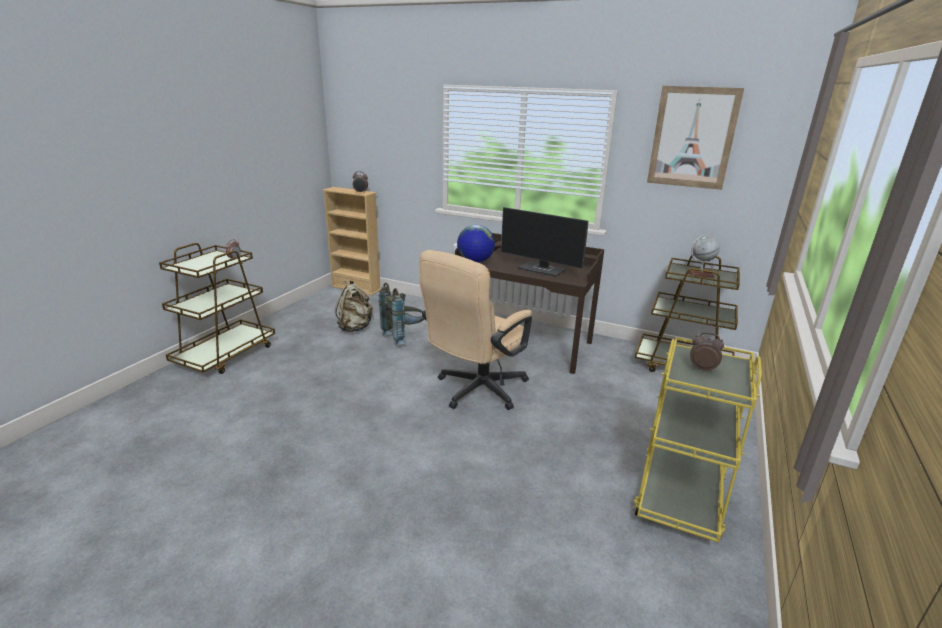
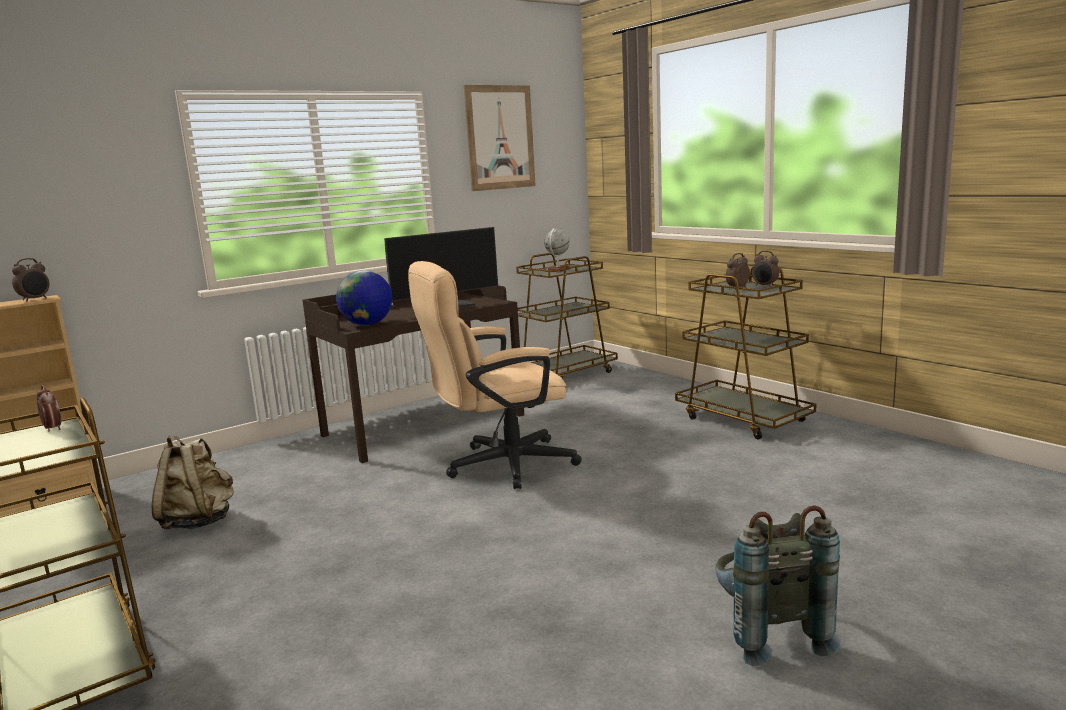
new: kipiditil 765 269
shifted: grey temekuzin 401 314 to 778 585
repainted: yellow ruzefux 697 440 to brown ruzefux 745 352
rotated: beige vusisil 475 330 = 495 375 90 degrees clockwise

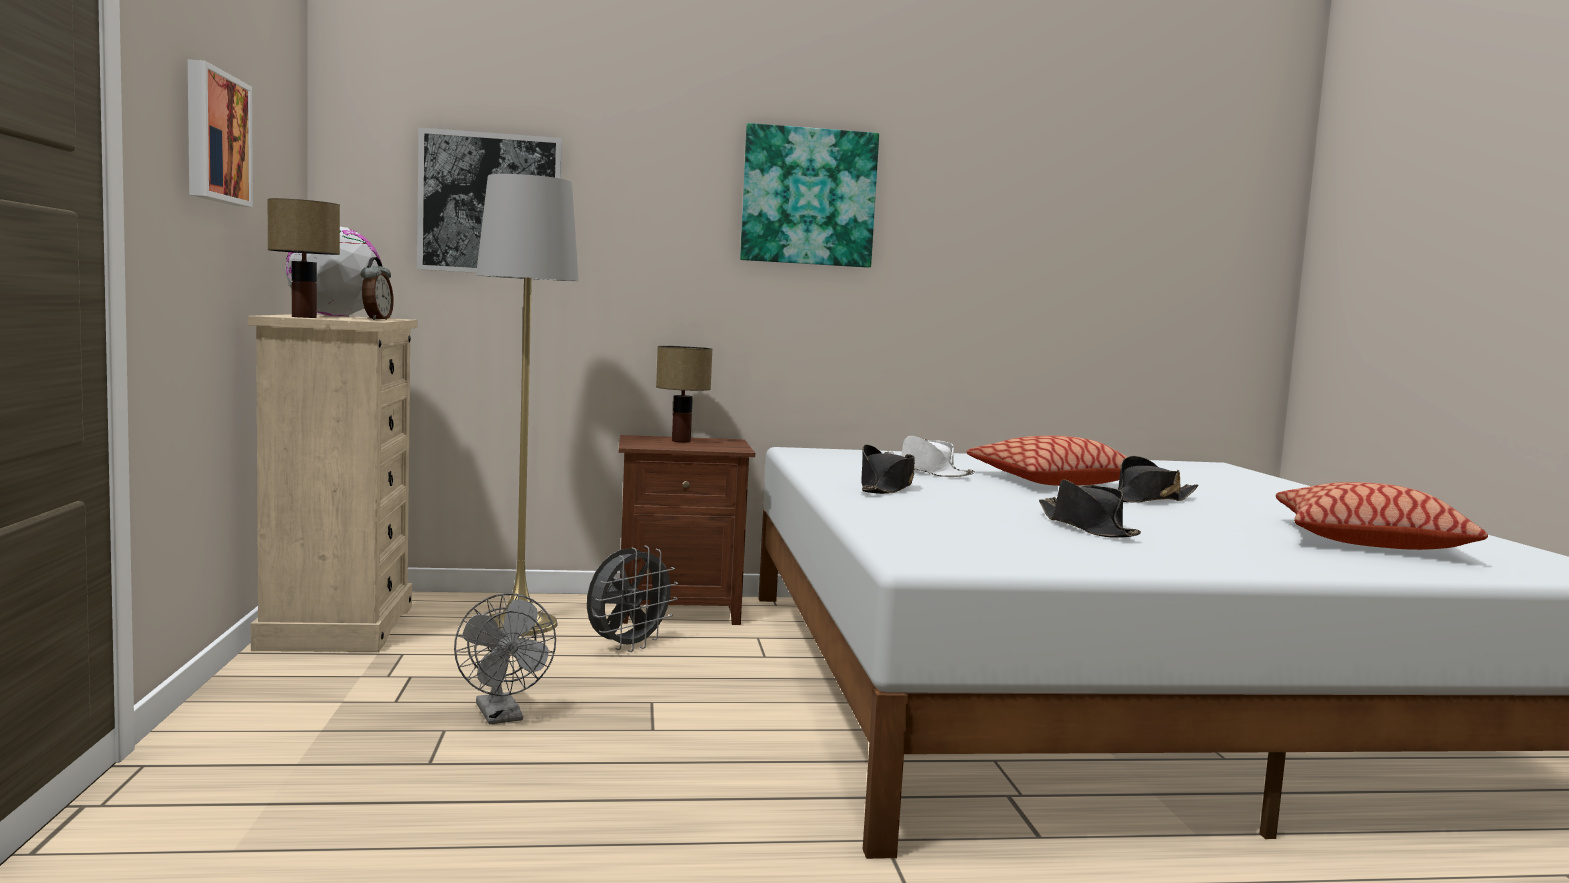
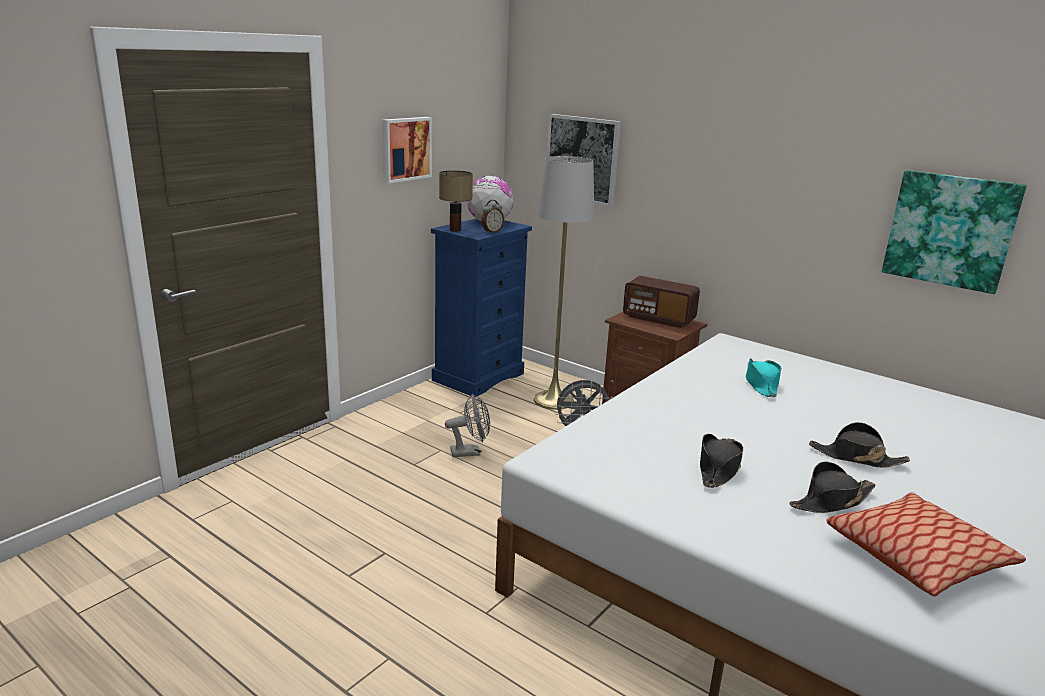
gone: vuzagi 1047 461
shifted: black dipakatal 888 469 to 832 487; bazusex 809 195 to 954 232
swapped: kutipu 684 394 to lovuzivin 661 302
repainted: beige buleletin 332 483 to blue buleletin 481 308; white dipakatal 929 456 to turquoise dipakatal 763 377
rotated: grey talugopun 505 658 = 467 425 120 degrees counterclockwise

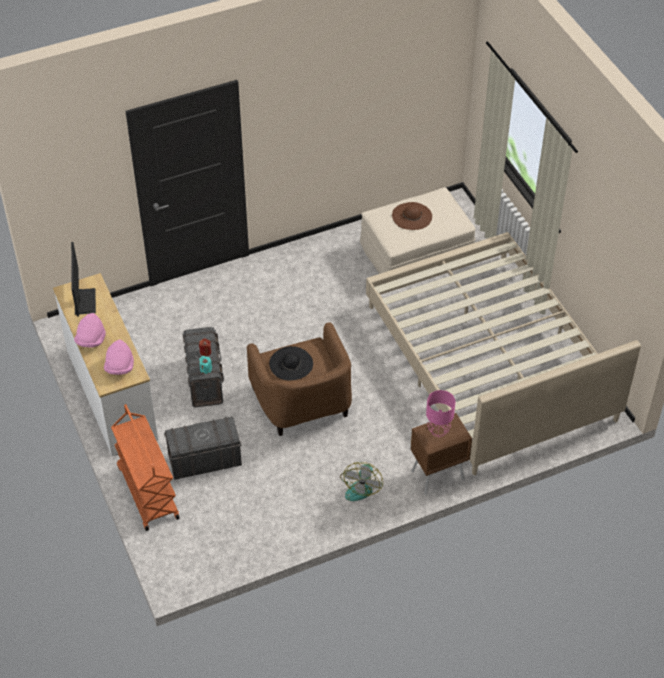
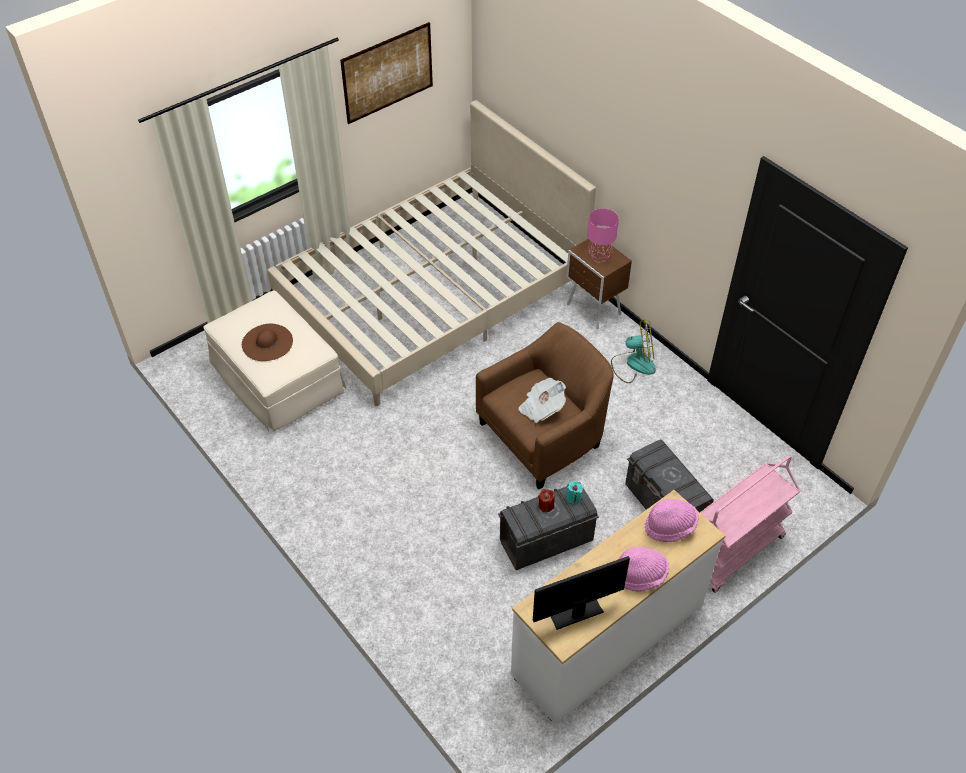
new: bazusex 386 73
swapped: black dipakatal 291 363 to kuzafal 542 400
repainted: orange ruzefux 145 467 to pink ruzefux 750 524

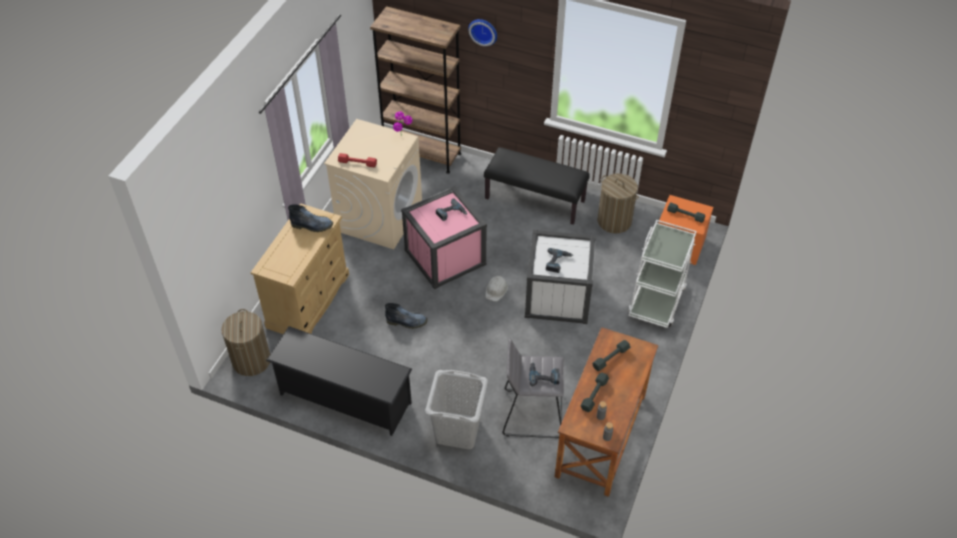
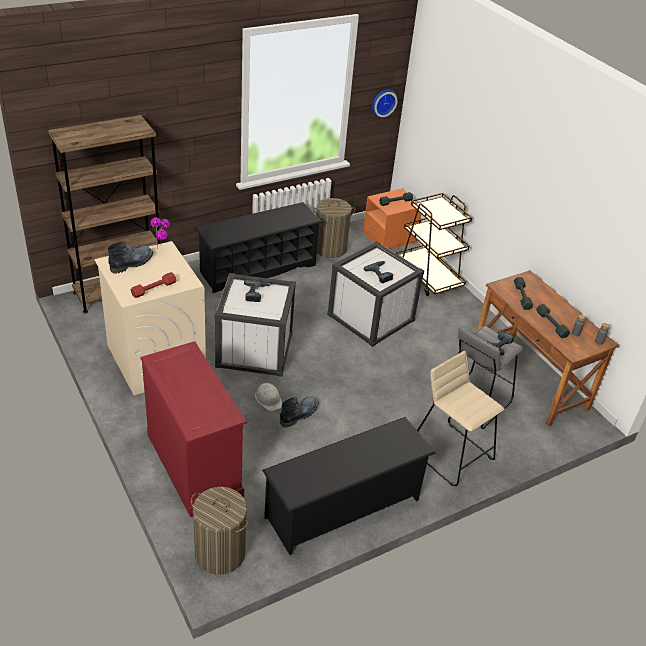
shifted: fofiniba 310 218 to 131 257; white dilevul 497 289 to 268 397; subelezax 482 32 to 384 104
swapped: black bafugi 537 186 to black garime 258 247; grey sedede 456 409 to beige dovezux 460 418
repainted: beige buleletin 300 268 to red buleletin 193 429; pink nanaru 444 237 to white nanaru 255 325; white ruzefux 662 274 to brown ruzefux 434 244

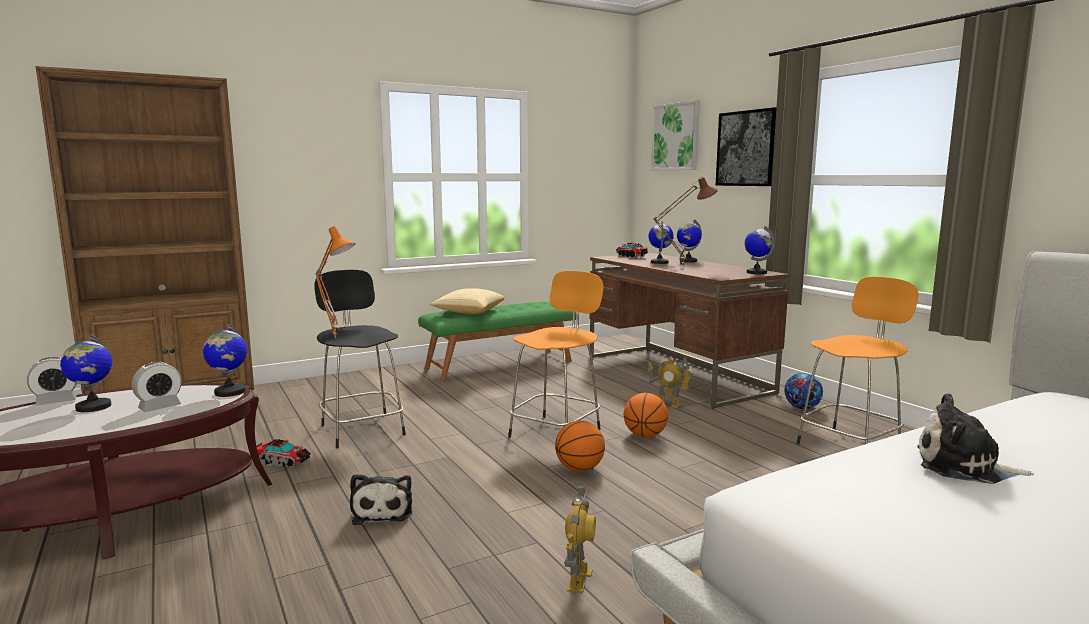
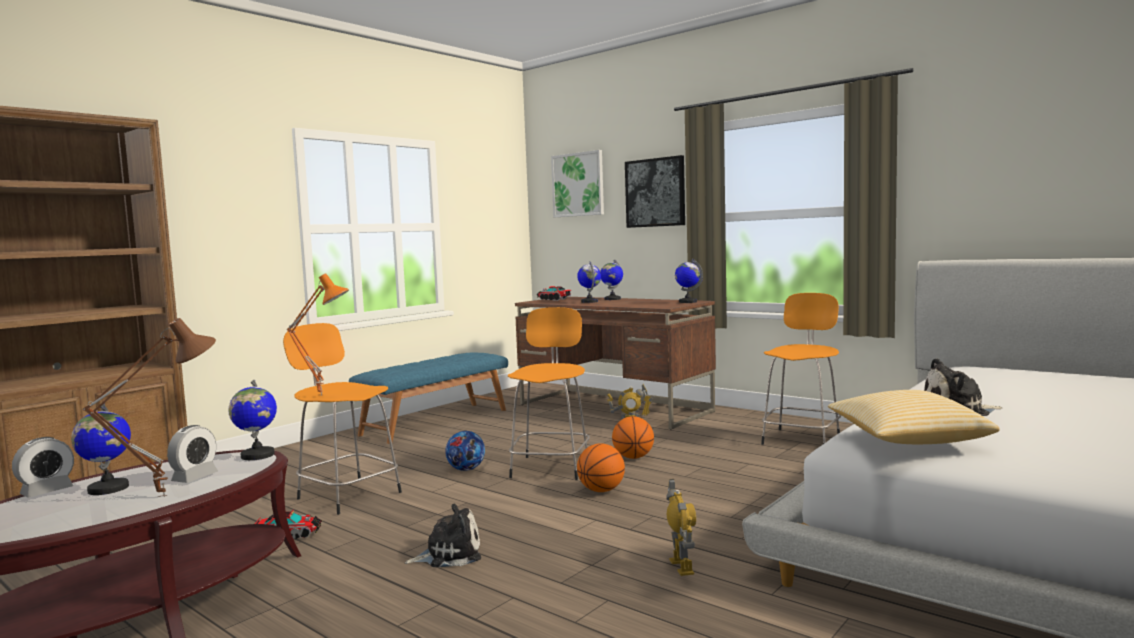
shifted: brown kutipu 685 221 to 149 407; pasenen 803 391 to 465 451; vuzagi 467 301 to 914 417
repainted: black dovezux 360 359 to orange dovezux 342 419; green bafugi 497 342 to blue bafugi 428 398
rotated: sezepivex 381 499 = 443 535 75 degrees counterclockwise

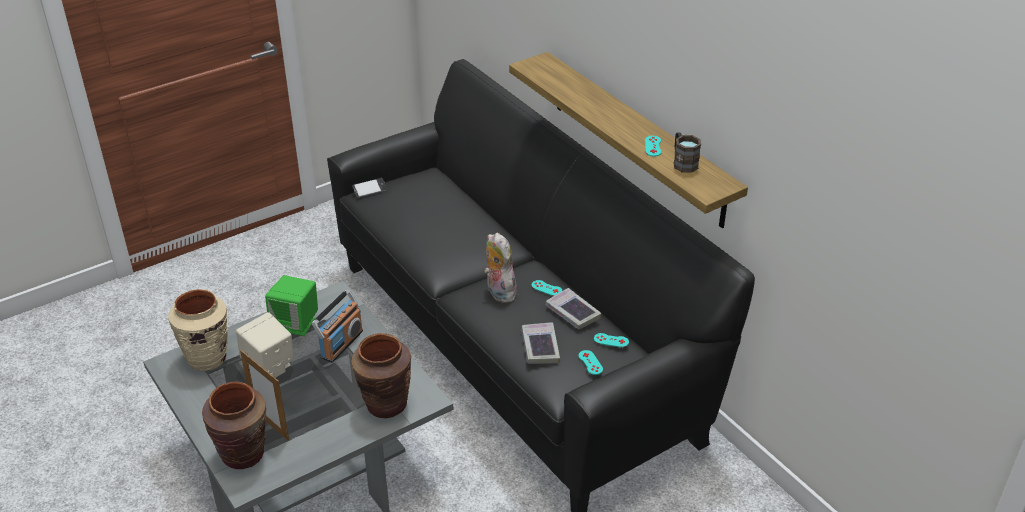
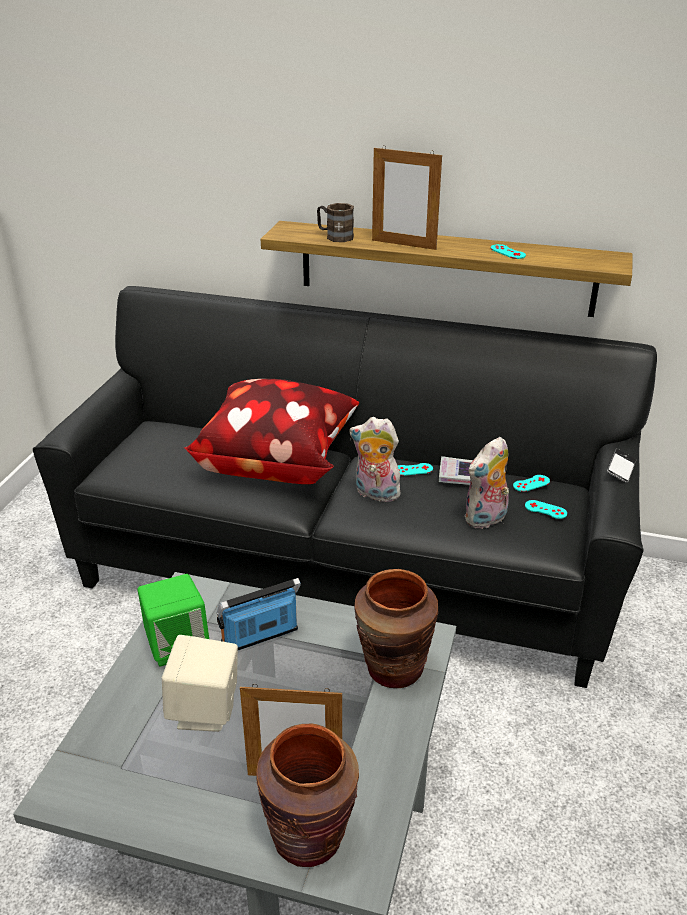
gone: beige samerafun 198 330
new: vuzagi 271 431; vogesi 407 197
shifted: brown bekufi 687 152 to 335 222; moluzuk 369 188 to 621 466
swapped: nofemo 540 343 to sezepivex 486 483
rotated: lovuzivin 337 326 = 259 614 105 degrees counterclockwise

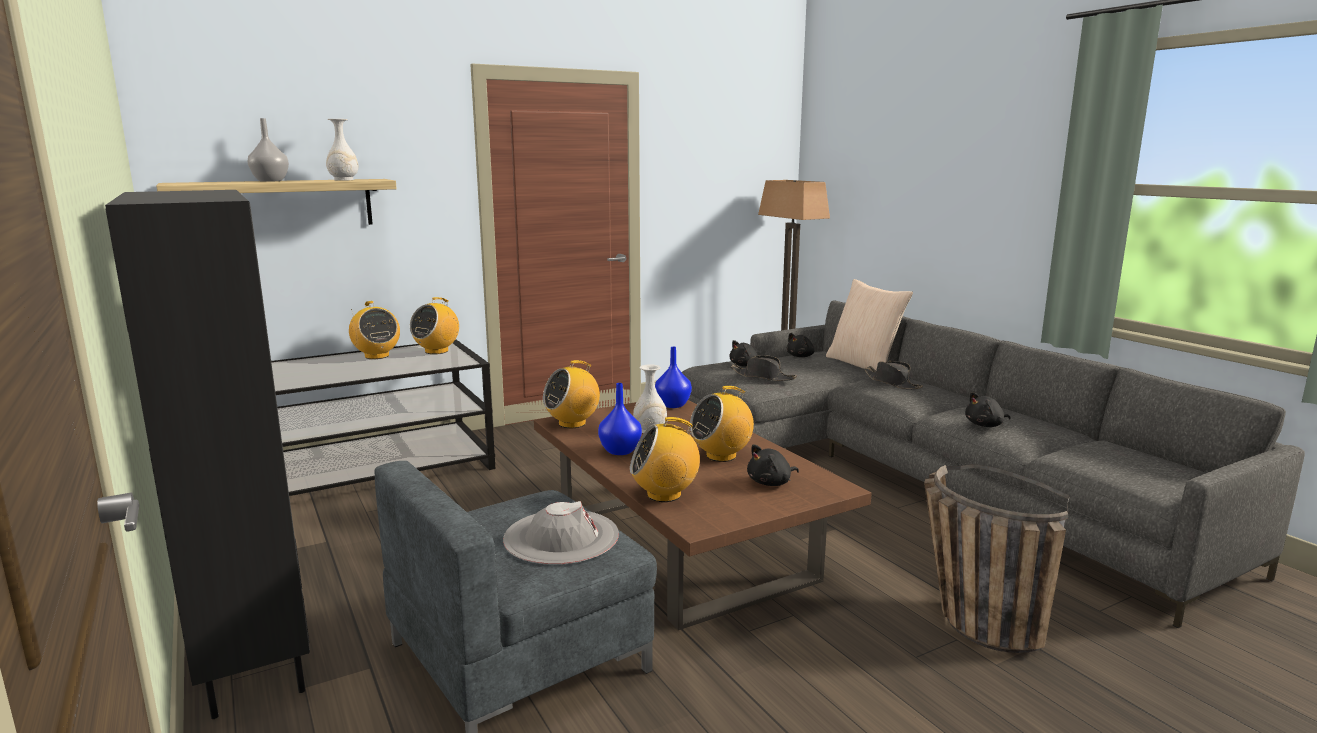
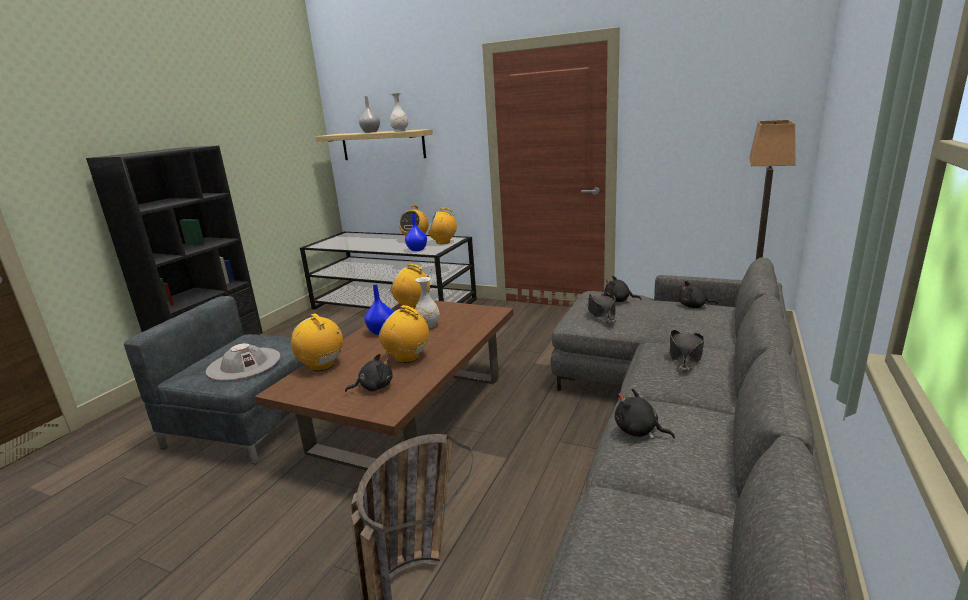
gone: beige vuzagi 869 324
shifted: blue samerafun 673 377 to 416 232
rotated: black sezepivex 773 465 = 369 373 135 degrees clockwise

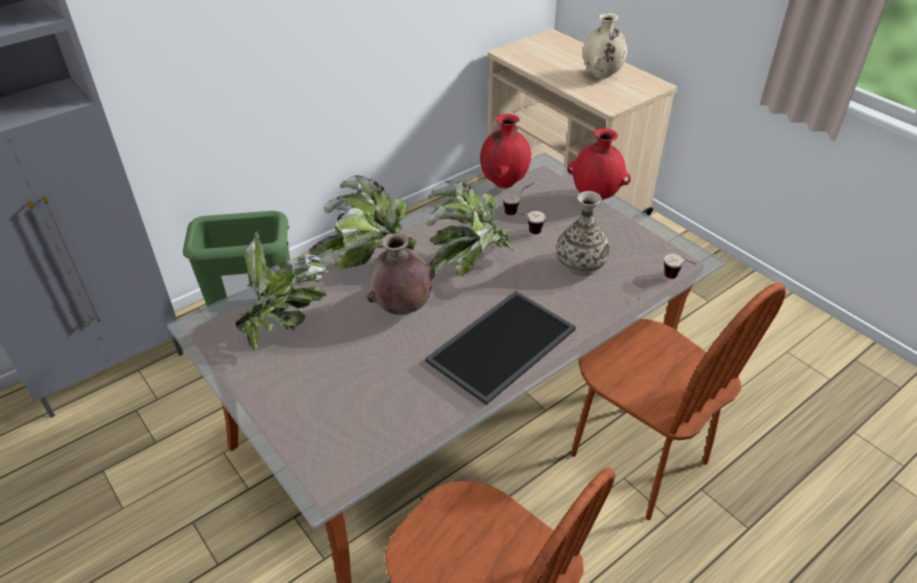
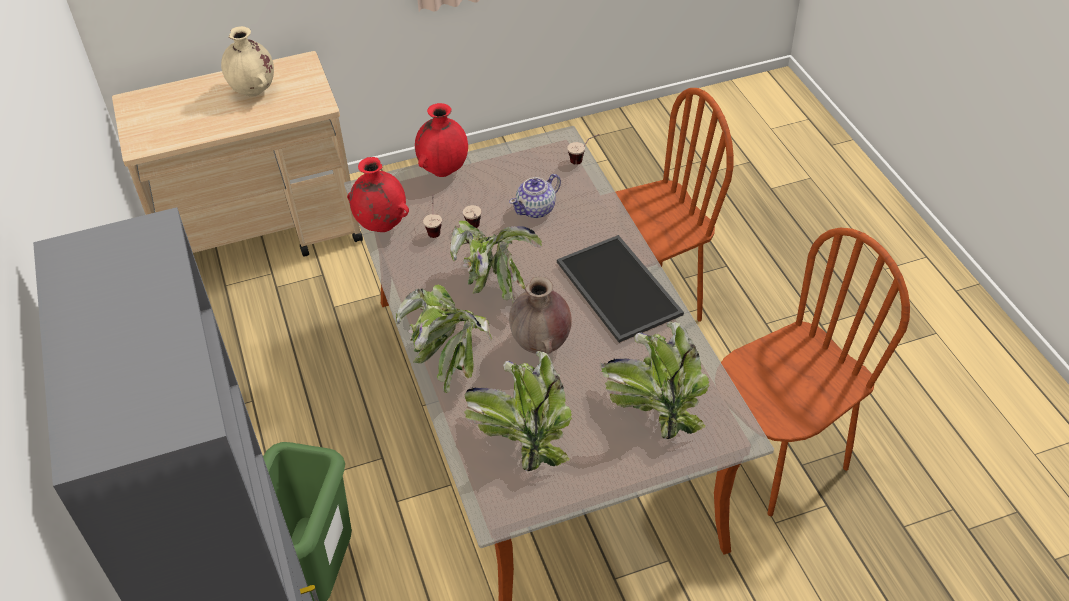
new: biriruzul 655 381
swapped: samerafun 583 233 to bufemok 535 196

